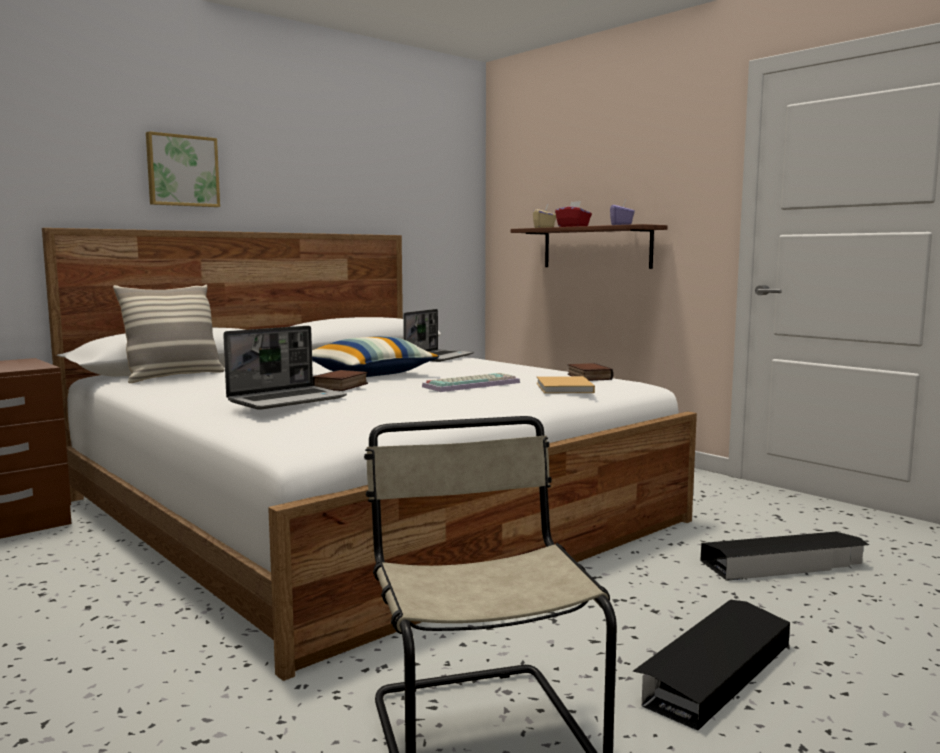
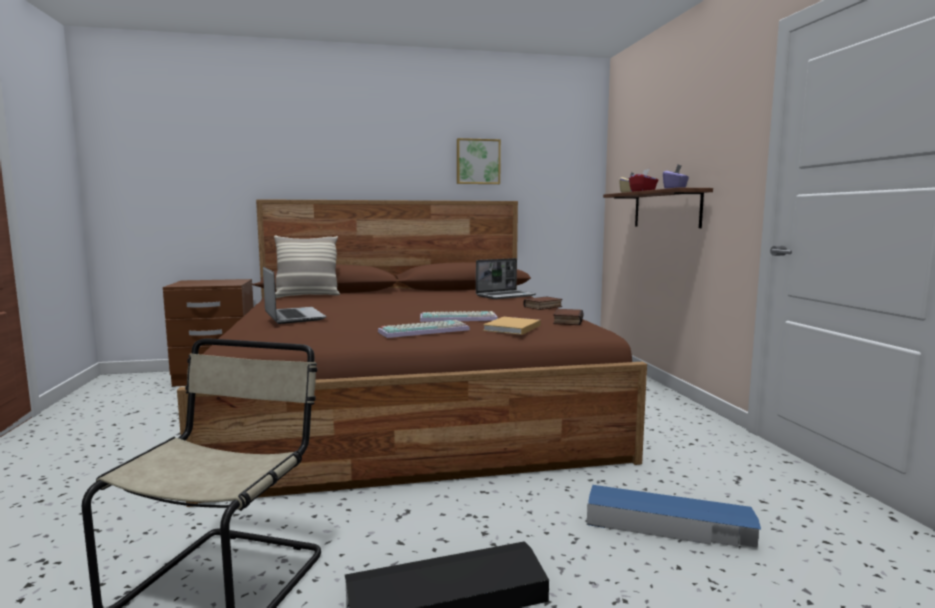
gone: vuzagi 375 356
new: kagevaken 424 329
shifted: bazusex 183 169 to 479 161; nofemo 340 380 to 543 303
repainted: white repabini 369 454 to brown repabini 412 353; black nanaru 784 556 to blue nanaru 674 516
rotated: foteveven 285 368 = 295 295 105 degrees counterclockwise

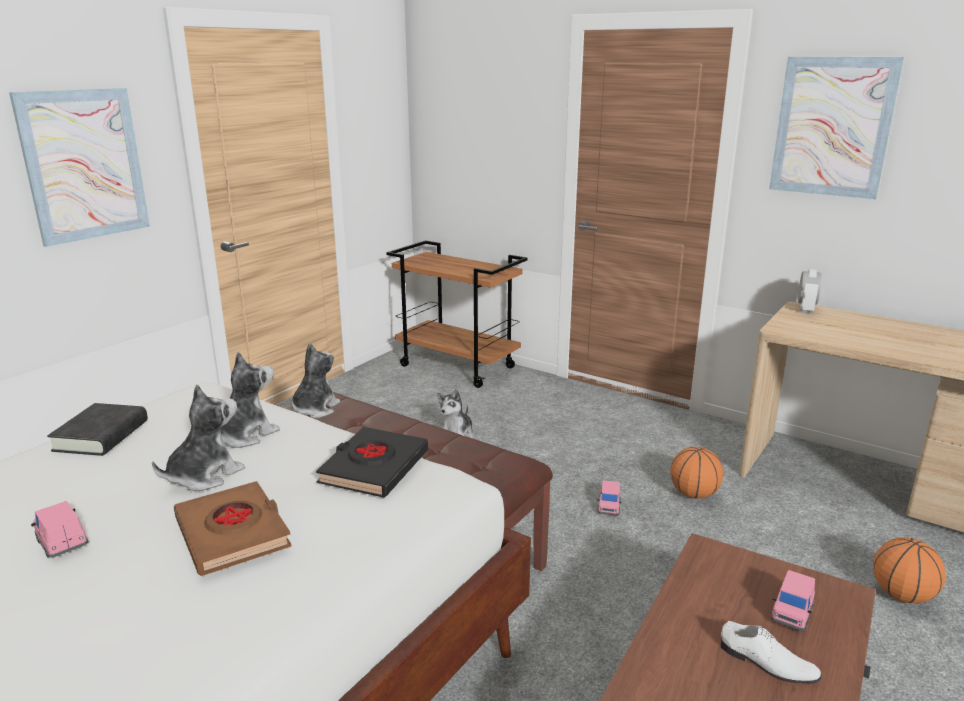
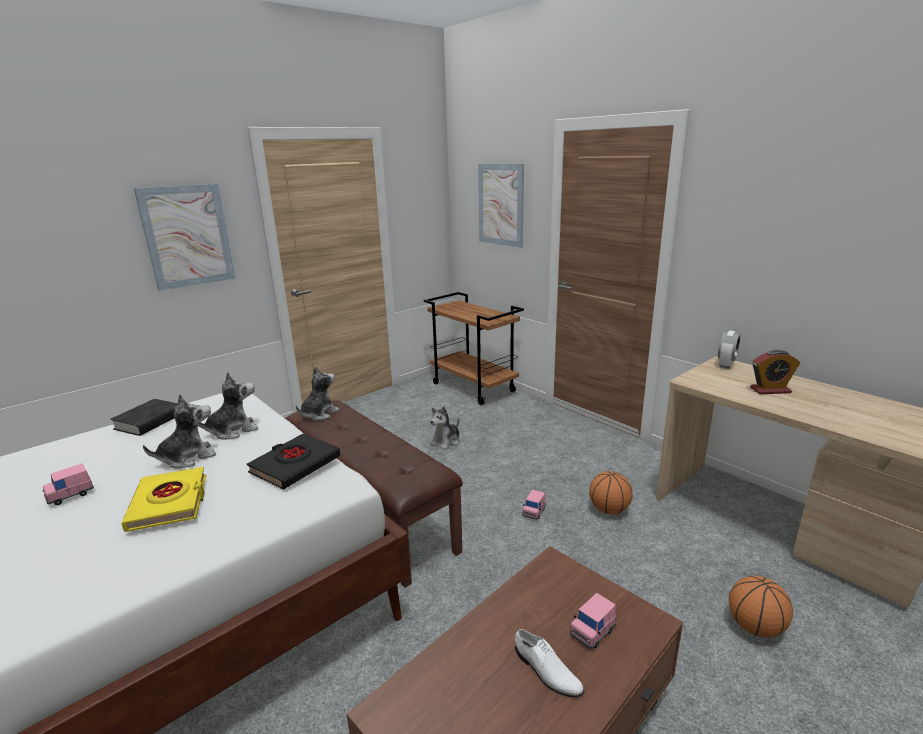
new: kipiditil 775 372
shifted: bazusex 836 128 to 501 206
repainted: brown nofemo 233 528 to yellow nofemo 163 499
rotated: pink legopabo 60 529 = 68 484 105 degrees counterclockwise

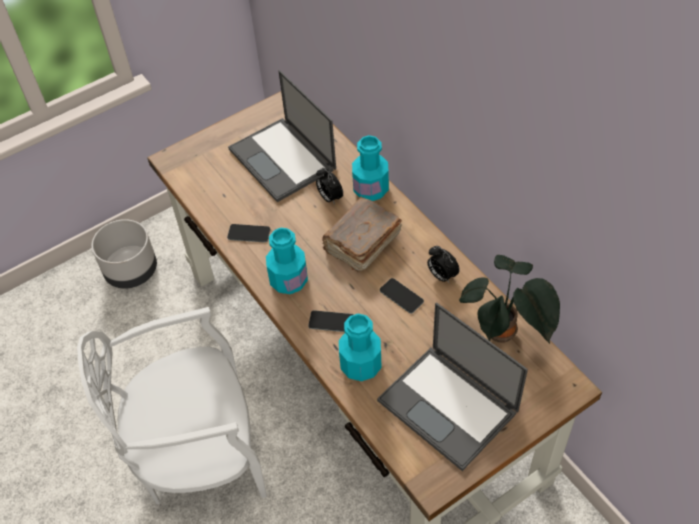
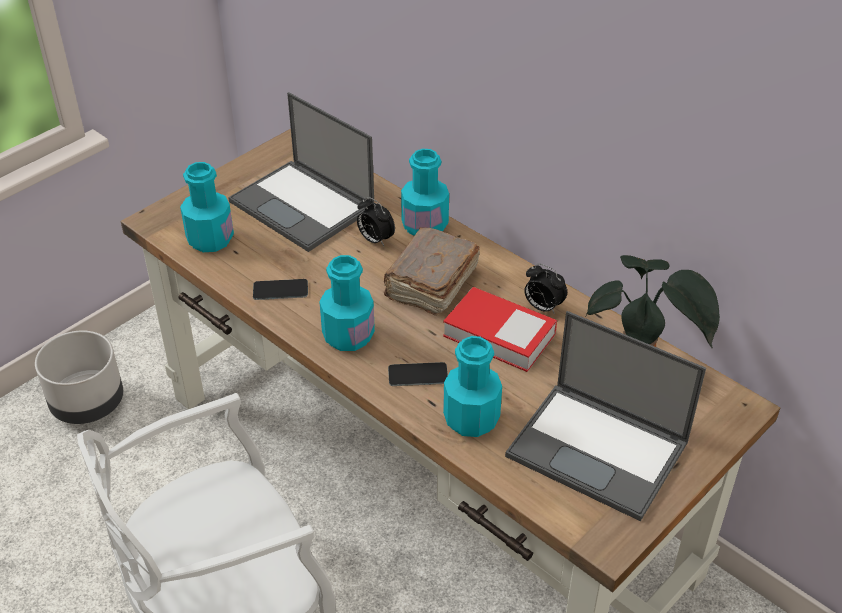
new: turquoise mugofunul 207 207
swapped: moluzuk 402 295 to nofemo 500 329

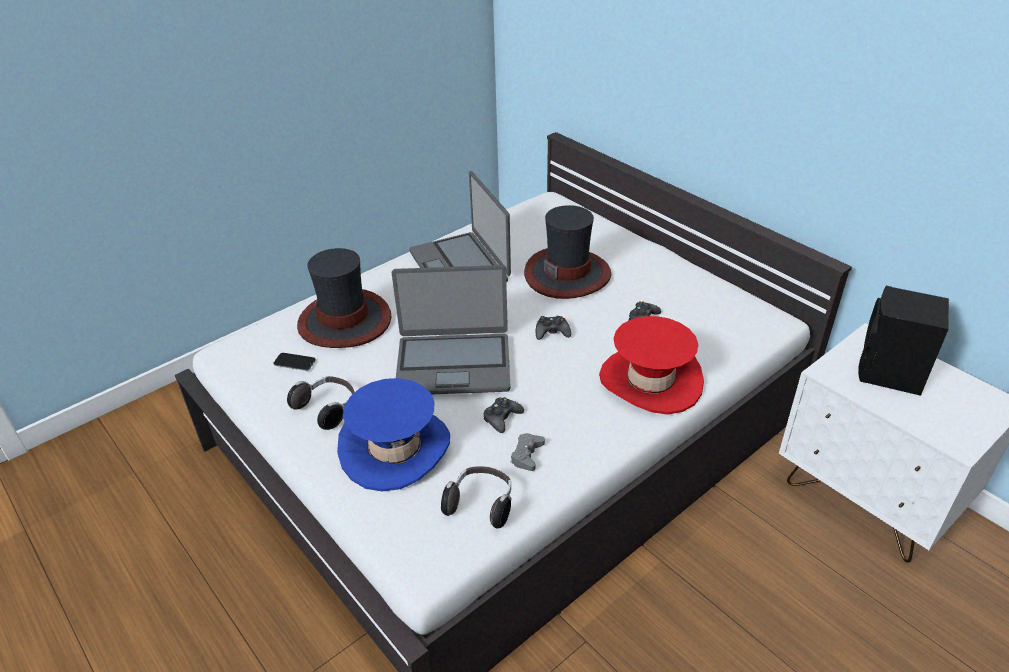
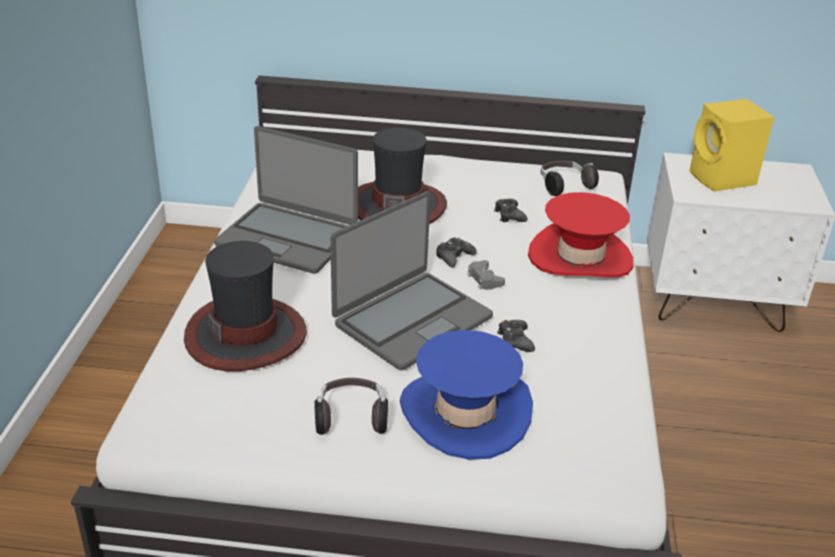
gone: moluzuk 294 362
shifted: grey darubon 528 452 to 486 275; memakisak 476 497 to 570 178
repainted: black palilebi 903 341 to yellow palilebi 731 145

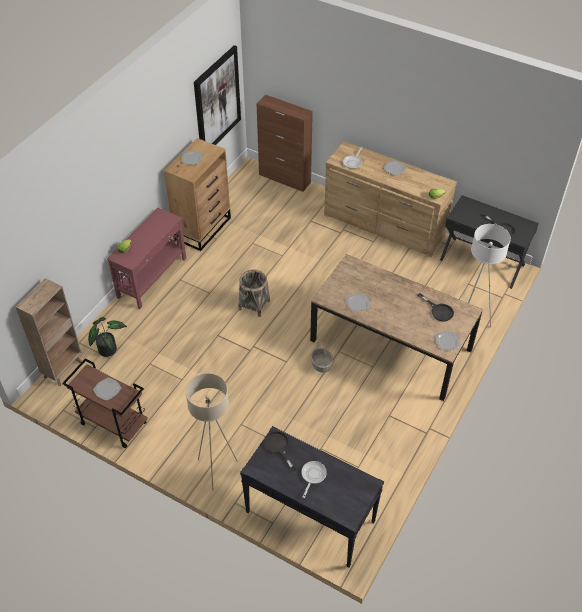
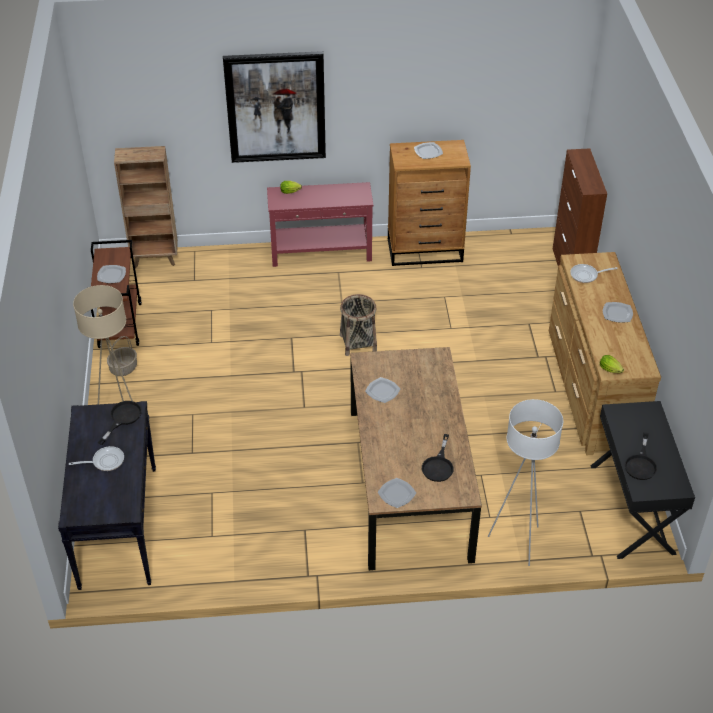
gone: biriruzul 107 337
shifted: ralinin 322 357 to 122 356; bazusex 217 95 to 274 107

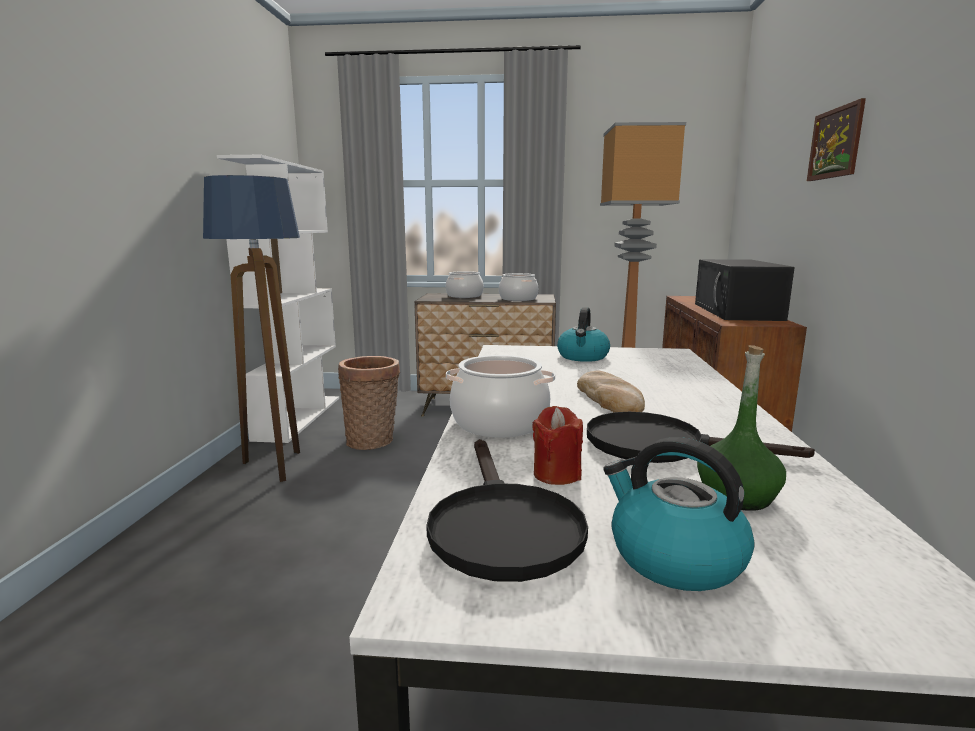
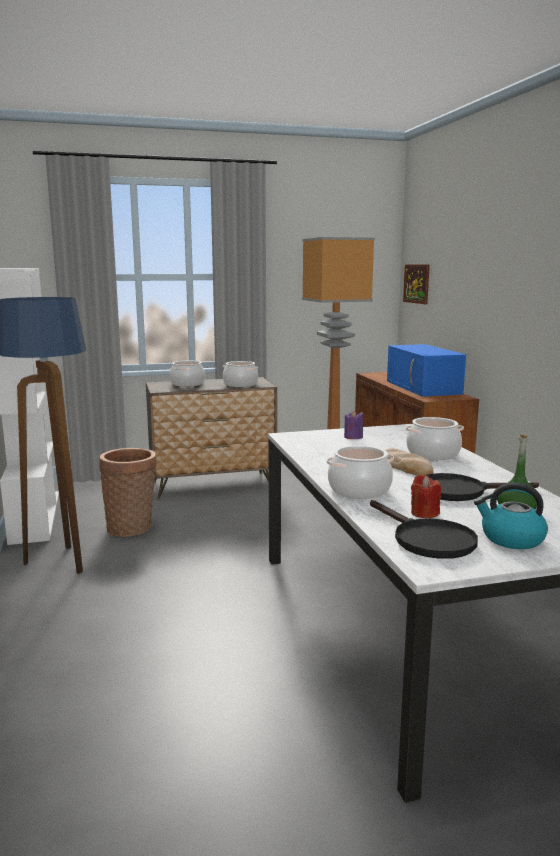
new: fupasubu 435 438
shifted: bazusex 836 139 to 416 284
swapped: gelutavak 583 334 to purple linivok 353 424
repainted: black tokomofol 745 290 to blue tokomofol 426 370

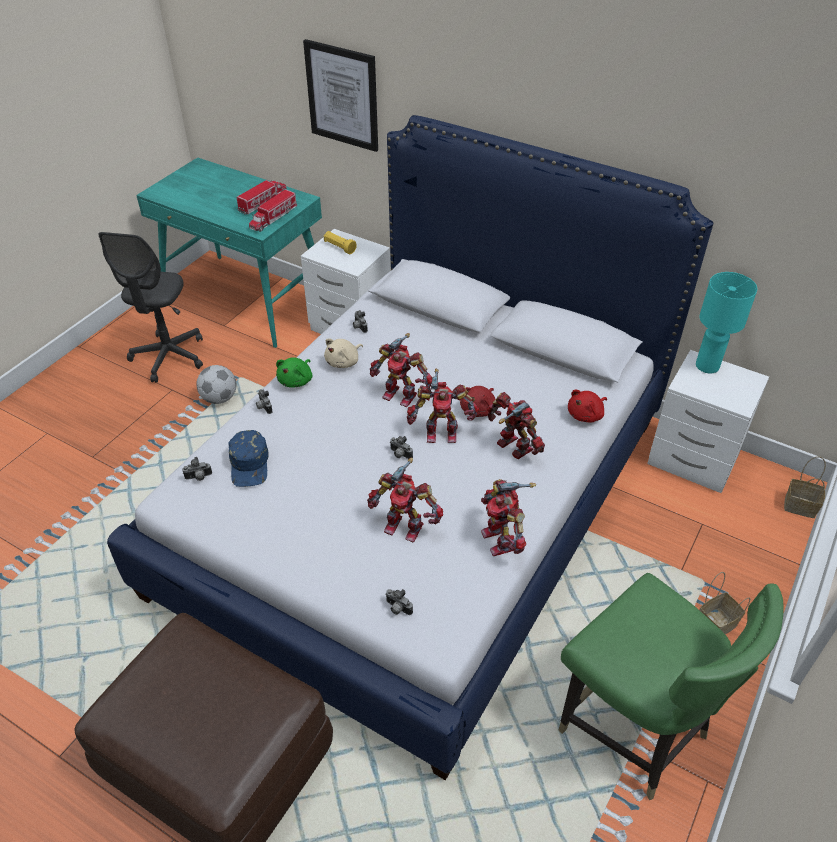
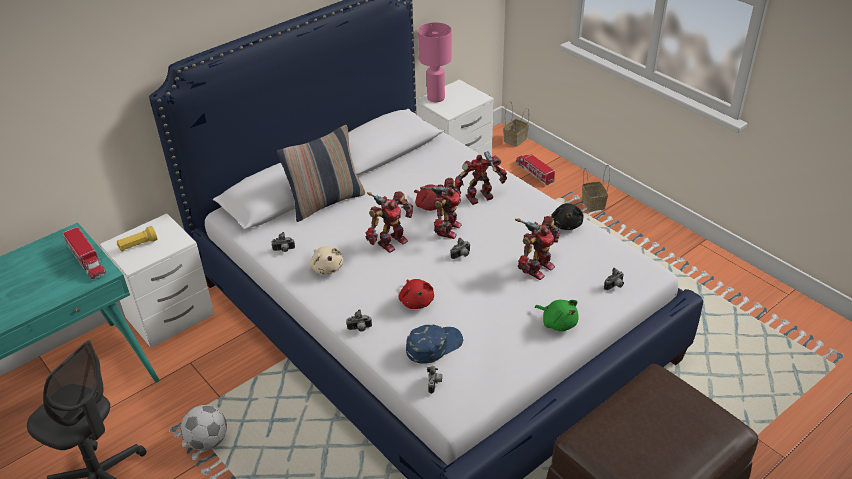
gone: bazusex 340 95; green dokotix 671 686
new: vuzagi 321 173
shifted: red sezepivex 587 406 to 416 294; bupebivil 262 197 to 535 169; green sezepivex 294 372 to 557 315
swapped: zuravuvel 508 517 to black sezepivex 567 216
repainted: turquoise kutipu 726 322 to pink kutipu 435 62
rotated: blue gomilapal 248 458 = 434 344 45 degrees counterclockwise

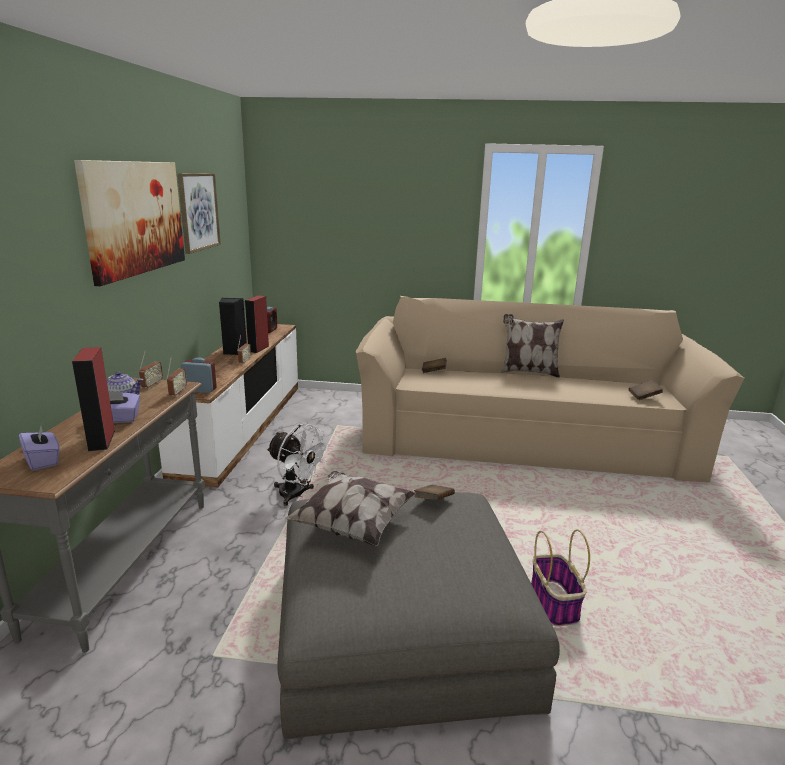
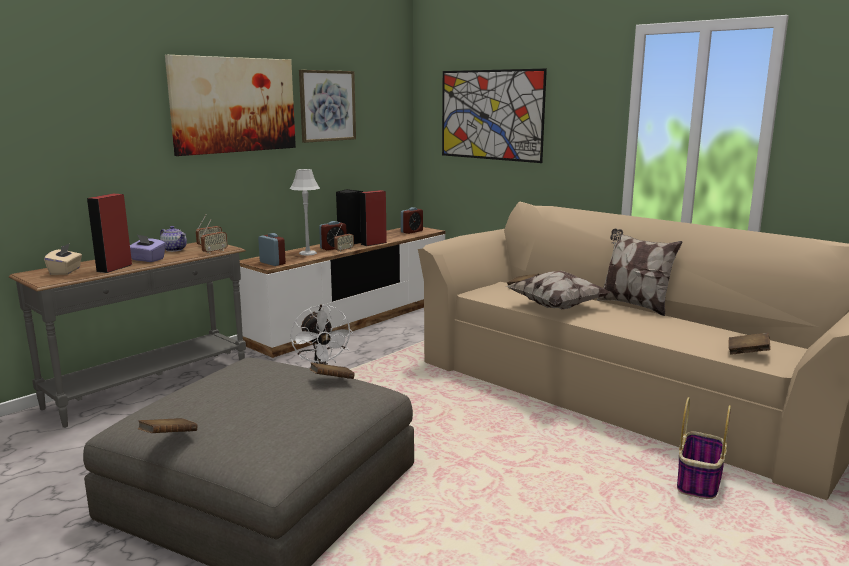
new: brown nofemo 167 425; grey kutipu 304 212; kipiditil 333 235; bazusex 494 115
shifted: vuzagi 350 508 to 558 289; ralinin 560 578 to 704 448
repainted: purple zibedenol 39 448 to beige zibedenol 63 259

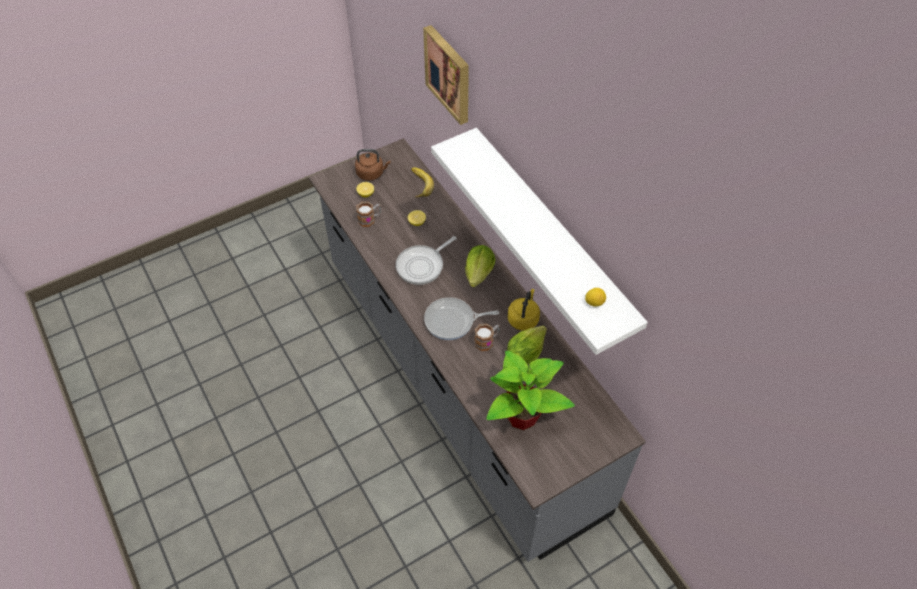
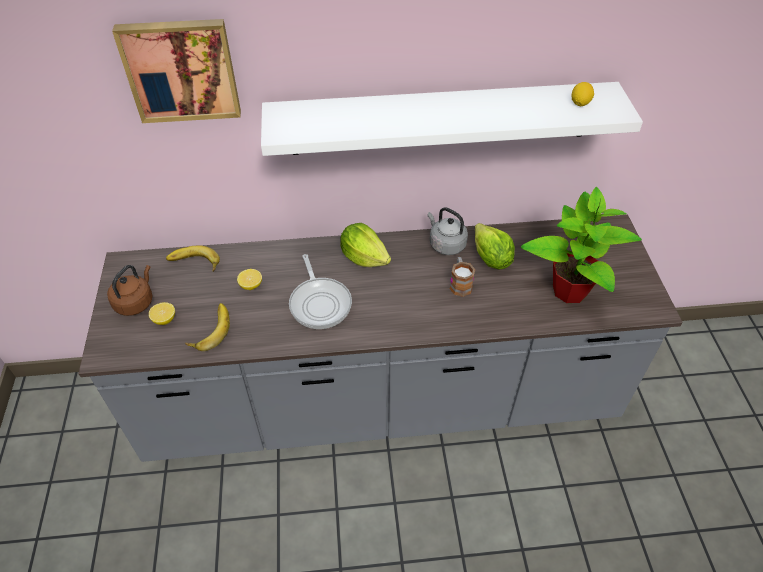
gone: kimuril 461 318
swapped: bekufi 368 214 to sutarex 207 327
repainted: yellow gelutavak 524 310 to grey gelutavak 447 231

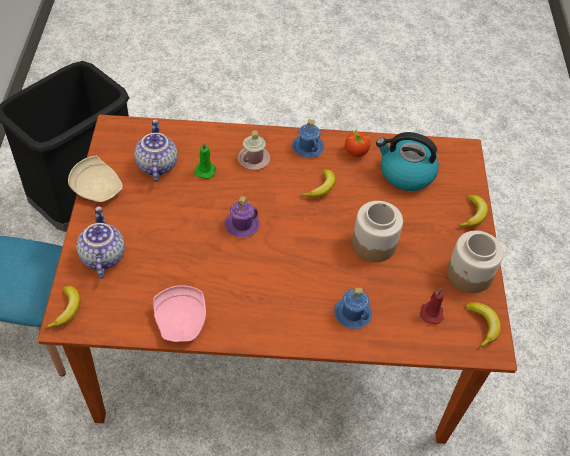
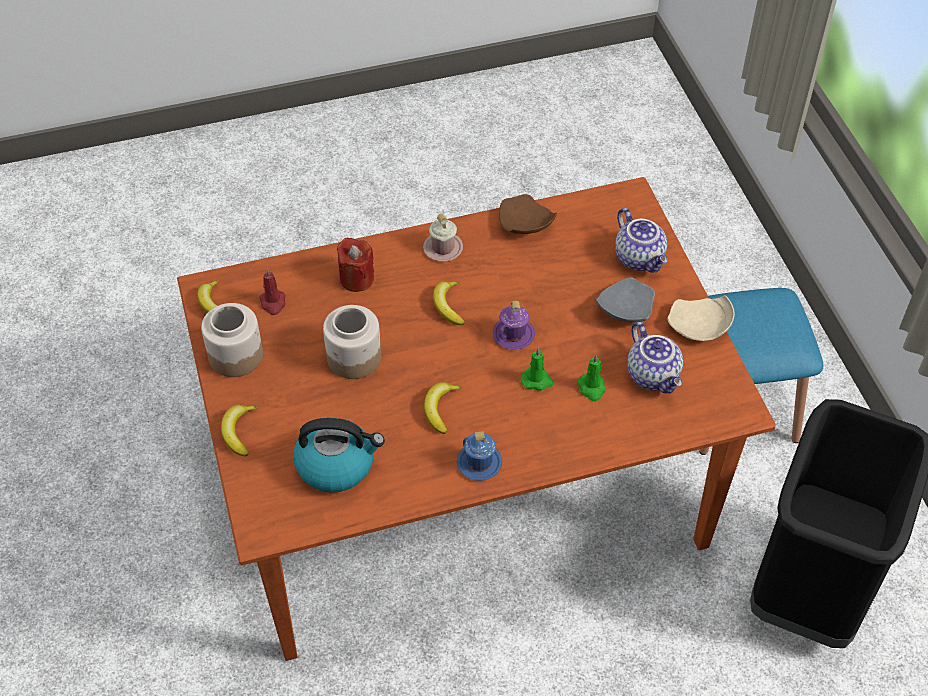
gone: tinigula 358 143
new: green linivok 537 369; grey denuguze 625 299
shifted: pink bekufi 254 150 to 443 237; sutarex 63 307 to 449 303
swapped: blue bekufi 353 308 to red linivok 355 265
repainted: pink denuguze 179 313 to brown denuguze 528 214

